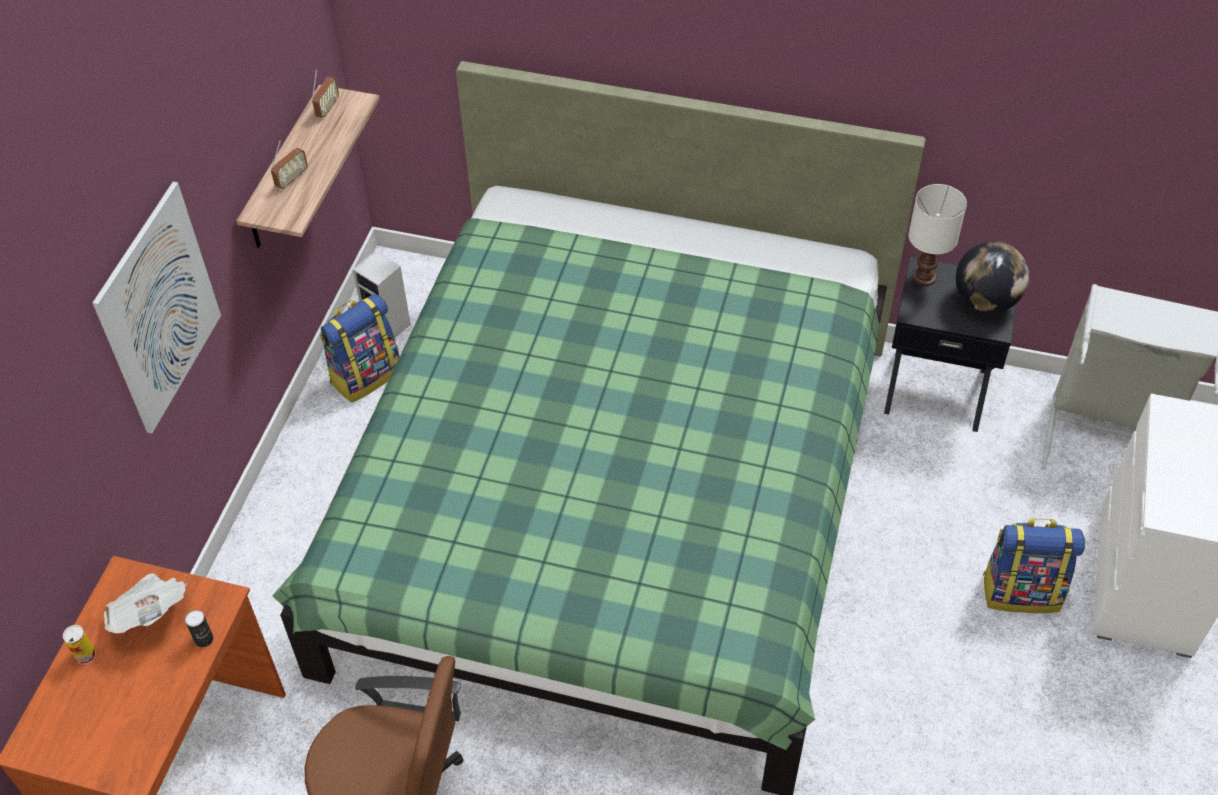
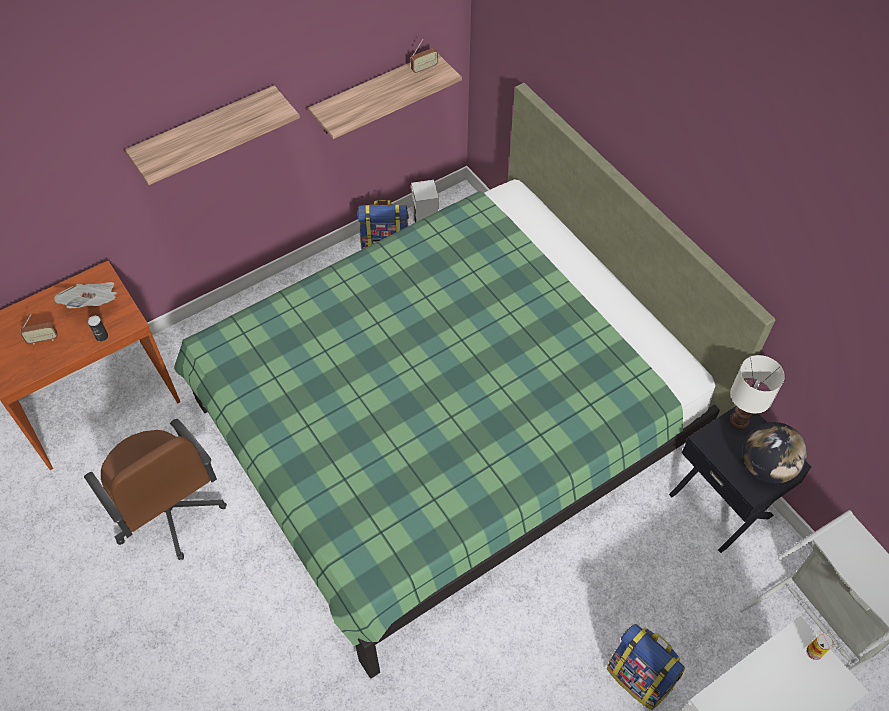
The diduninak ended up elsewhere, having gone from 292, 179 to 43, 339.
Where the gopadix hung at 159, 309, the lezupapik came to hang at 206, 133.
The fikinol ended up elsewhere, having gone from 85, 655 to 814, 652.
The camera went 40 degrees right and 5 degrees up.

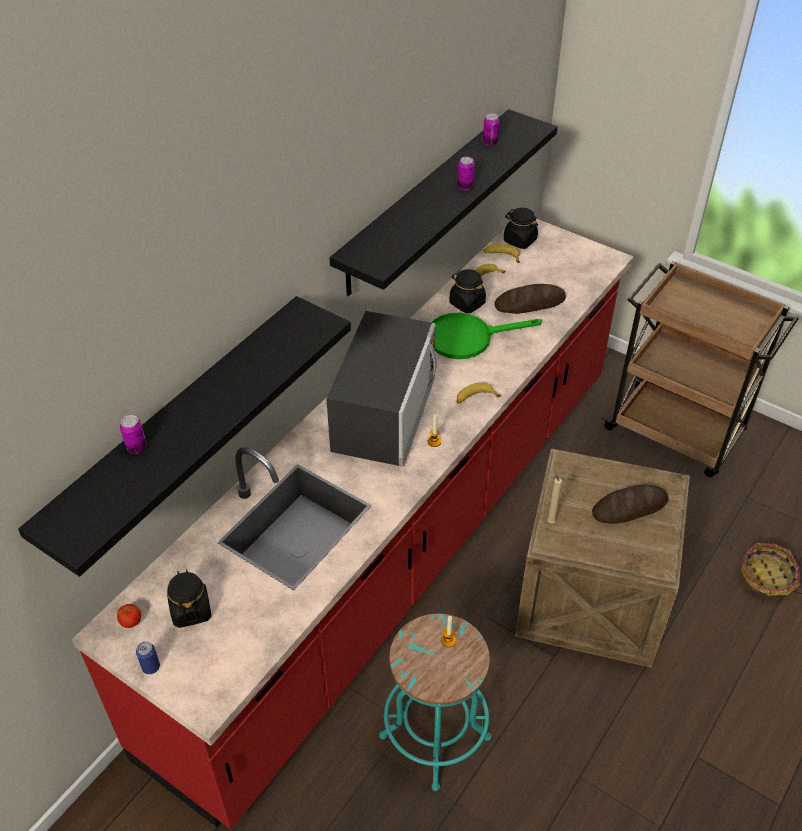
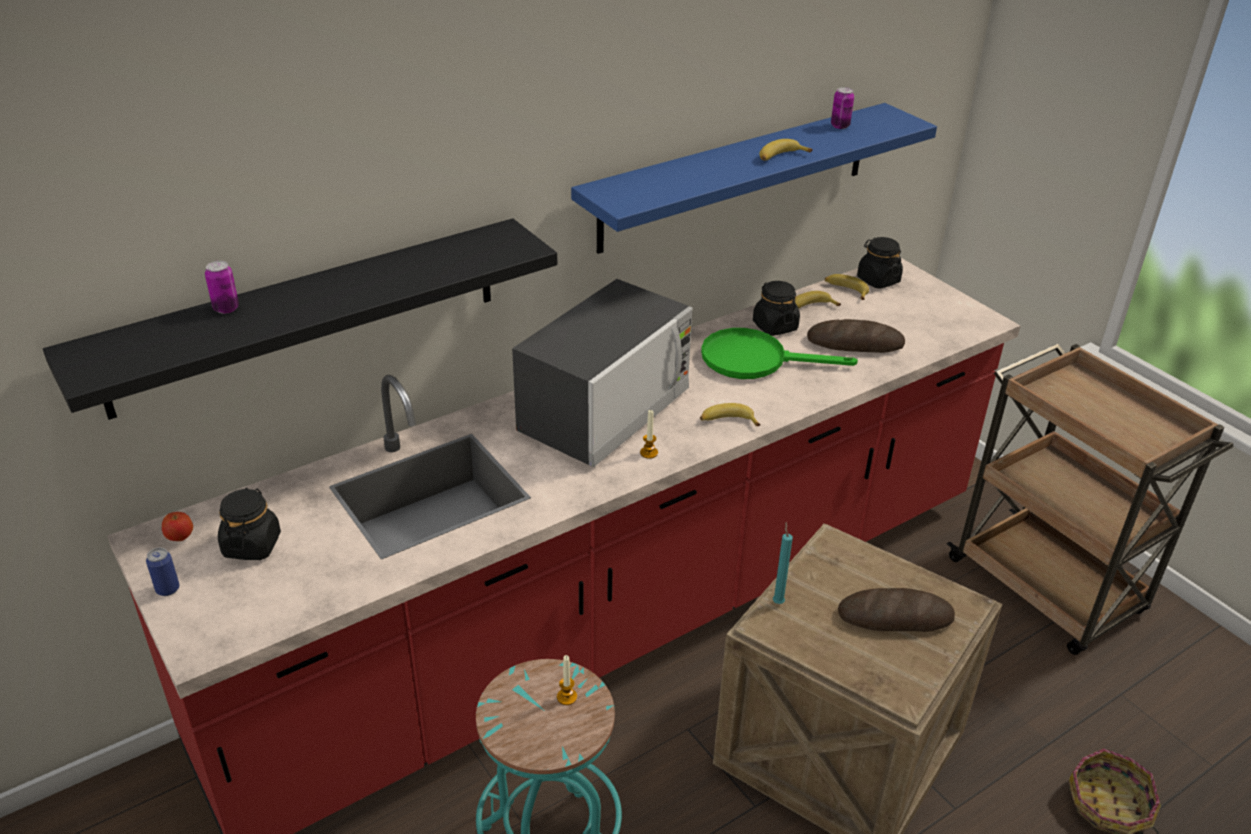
What was the lezupapik (black) at 426, 202 turned into the lezupapik (blue) at 737, 176.
Where the fikinol stood at 465, 186, the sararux came to stand at 781, 157.
What was the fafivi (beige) at 550, 521 turned into the fafivi (turquoise) at 777, 601.
The camera went 20 degrees right and 10 degrees down.

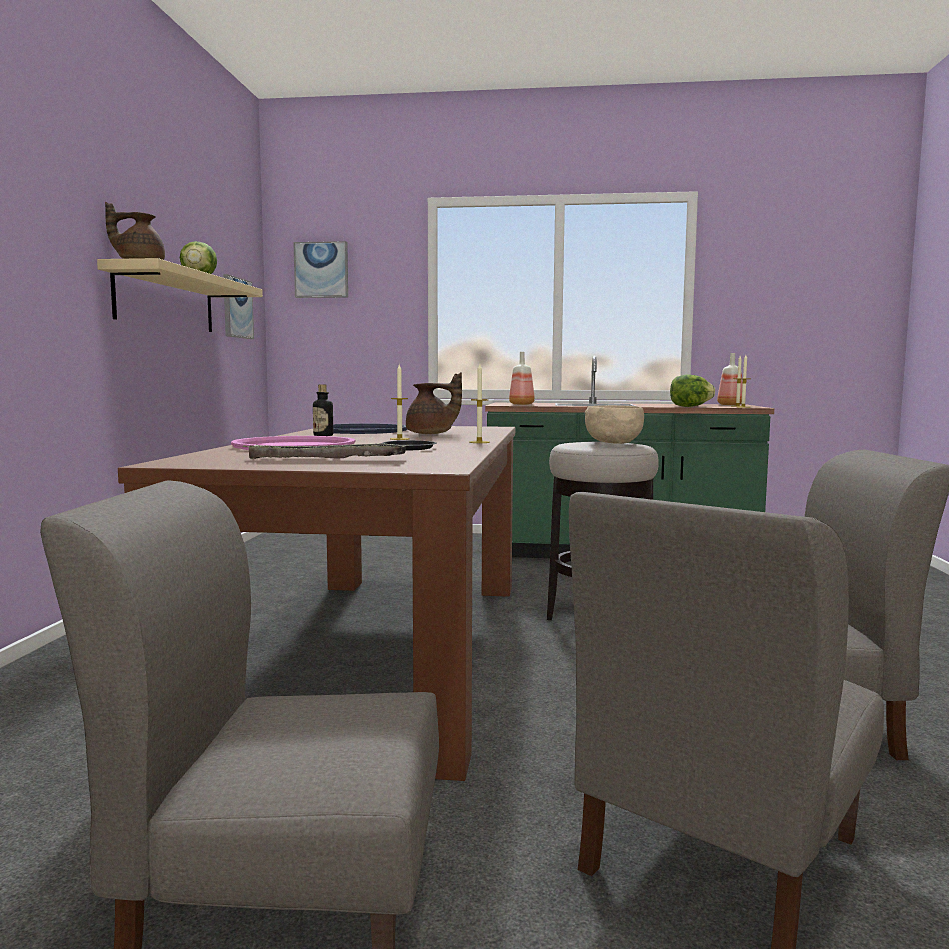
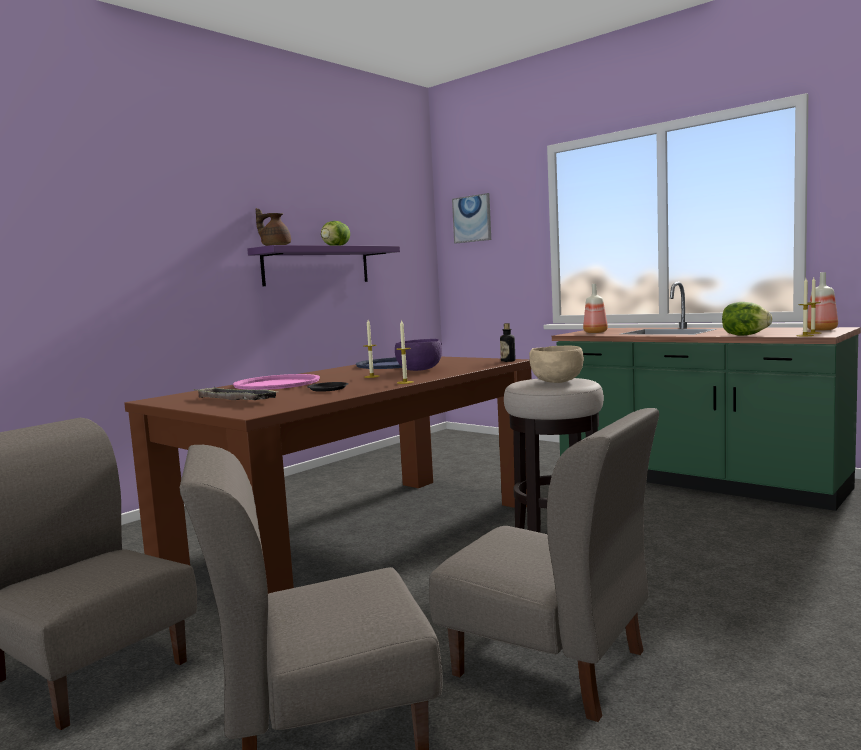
What was the lezupapik (beige) at 166, 301 turned into the lezupapik (purple) at 317, 266.
The second view lost the gopadix at 237, 308.
Where the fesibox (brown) stood at 431, 434, the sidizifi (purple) came to stand at 419, 370.
The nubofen ended up elsewhere, having gone from 323, 435 to 508, 361.
The camera went 35 degrees right and 0 degrees up.

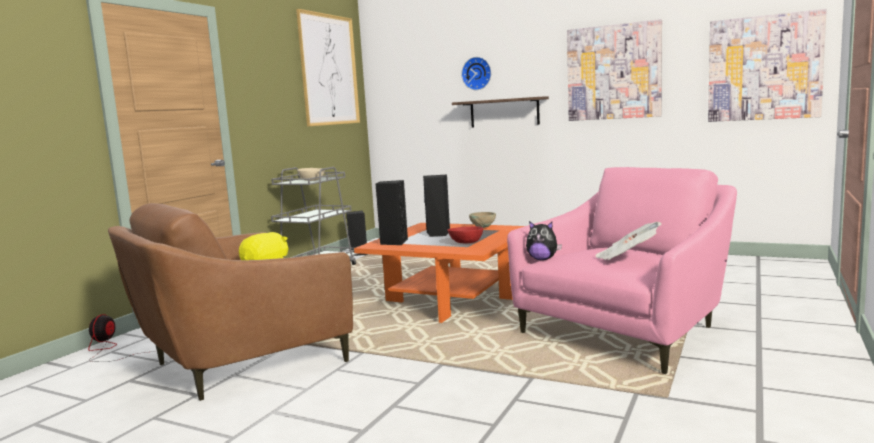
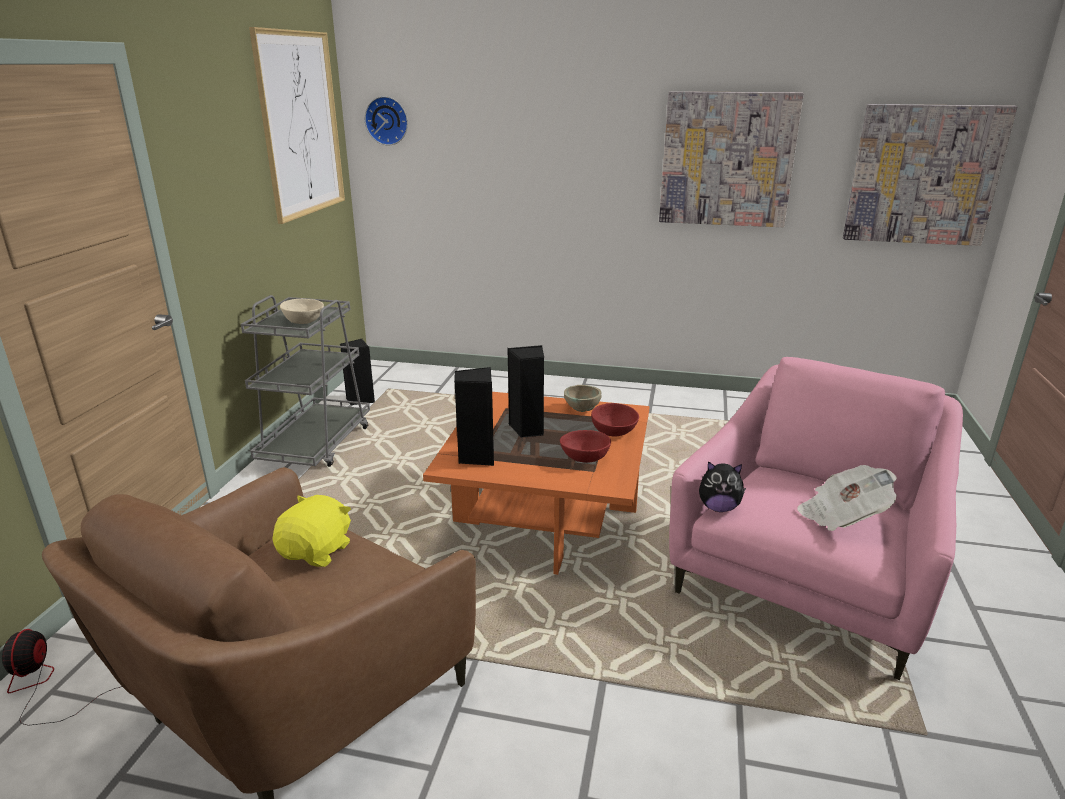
The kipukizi ended up elsewhere, having gone from 477, 73 to 387, 120.
The second view lost the lezupapik at 504, 112.
The second view gained the sidizifi (red) at 613, 431.
The camera went 15 degrees left and 15 degrees up.

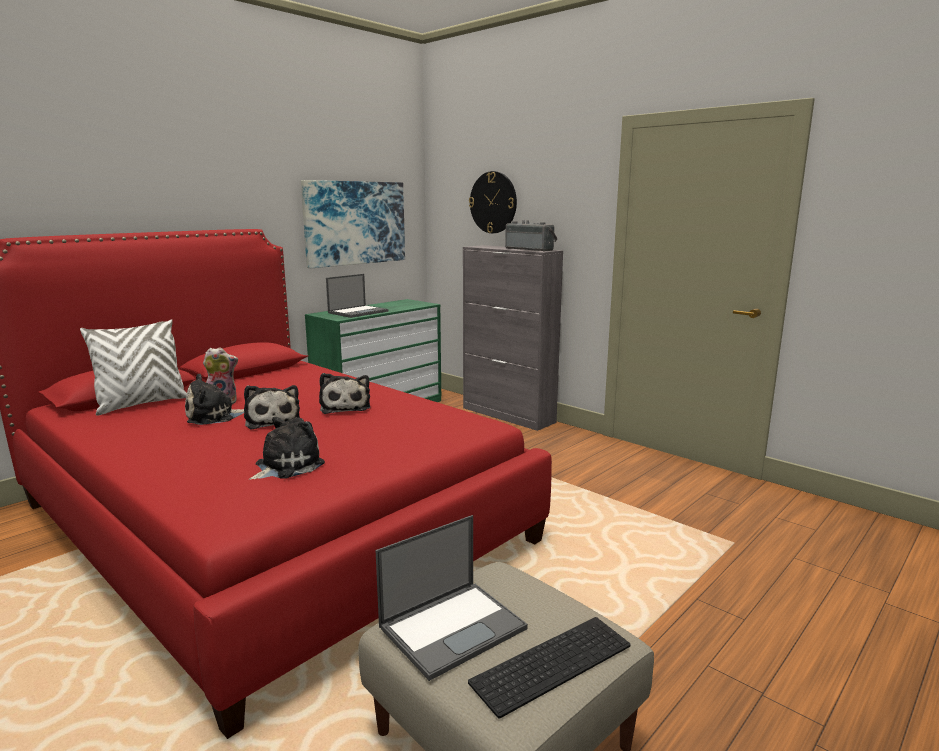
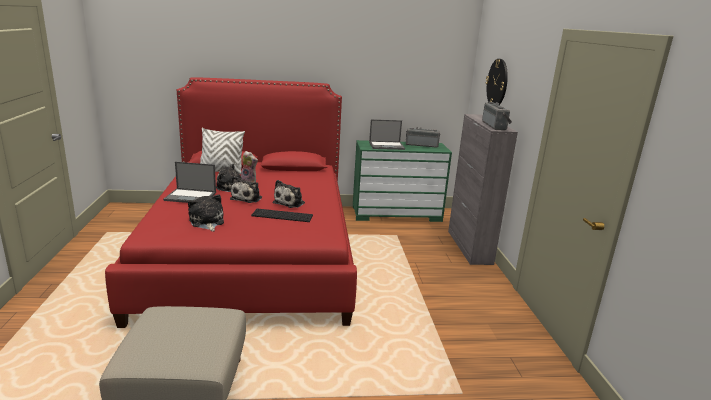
The second view lost the gopadix at 355, 223.
The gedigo at 285, 466 ended up facing another way, 105 degrees counterclockwise from before.
The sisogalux ended up elsewhere, having gone from 453, 627 to 191, 196.
The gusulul ended up elsewhere, having gone from 551, 661 to 283, 215.
The second view gained the diduninak at 421, 145.
The camera went 40 degrees right and 5 degrees up.

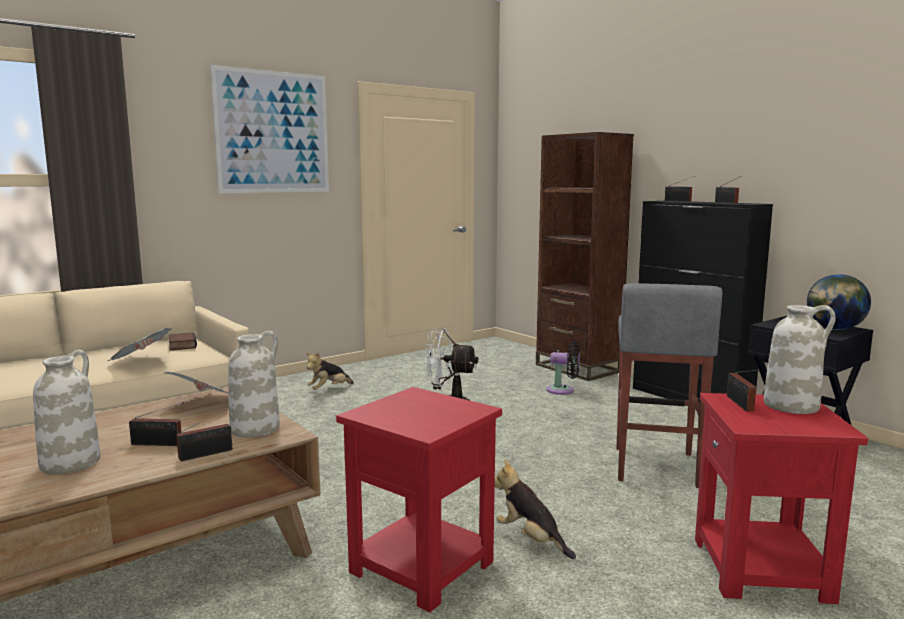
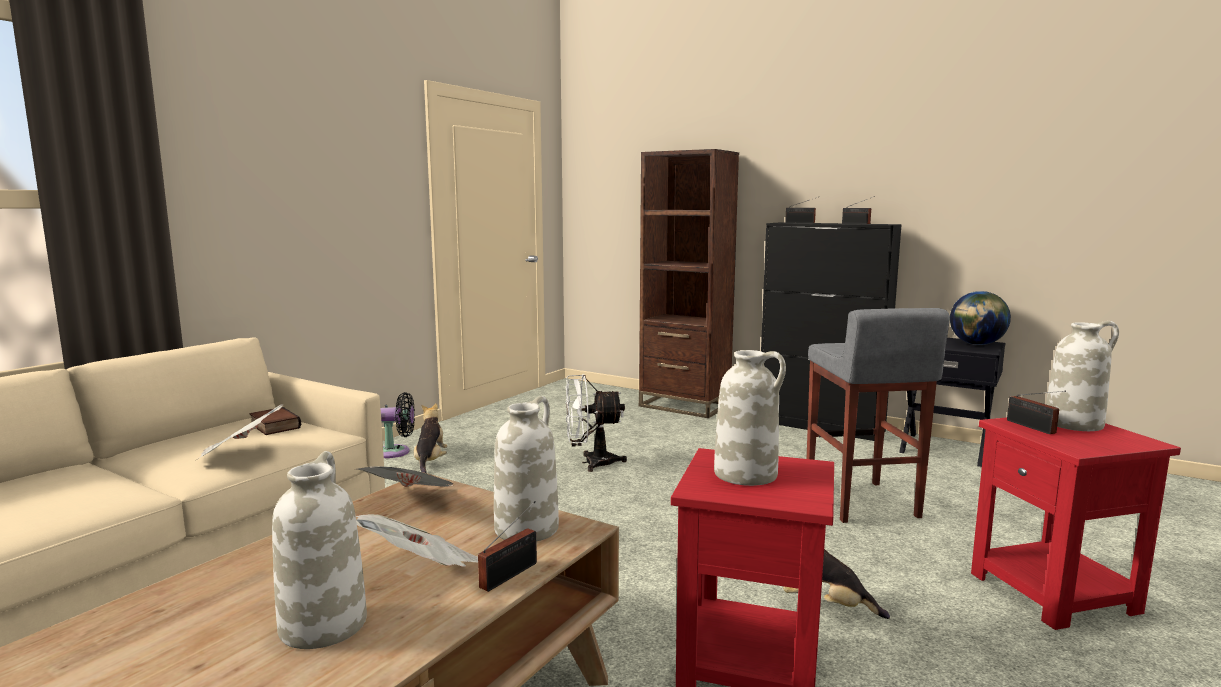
The second view lost the gopadix at 273, 132.
The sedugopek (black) ended up elsewhere, having gone from 563, 390 to 396, 452.
The gedigo at 329, 389 ended up facing another way, 150 degrees clockwise from before.
Where the diduninak stood at 159, 444, the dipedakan came to stand at 423, 572.
The second view gained the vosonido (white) at 746, 474.
The camera went 20 degrees left and 0 degrees up.

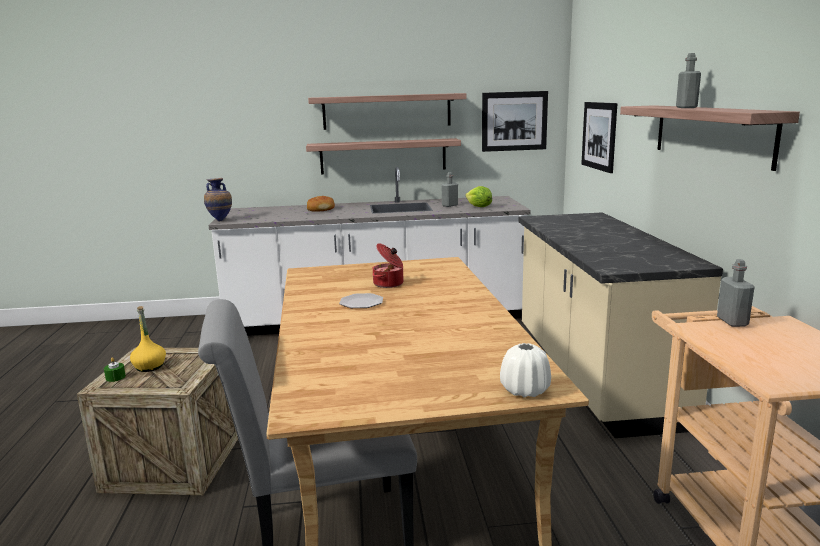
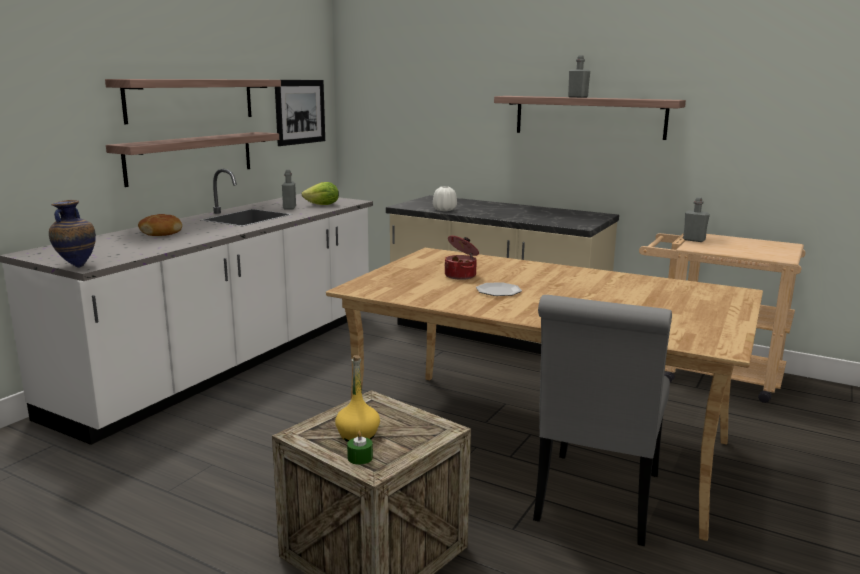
The second view lost the gopadix at 599, 136.
The vosonido (white) ended up elsewhere, having gone from 525, 390 to 444, 210.
The camera went 55 degrees left and 0 degrees up.

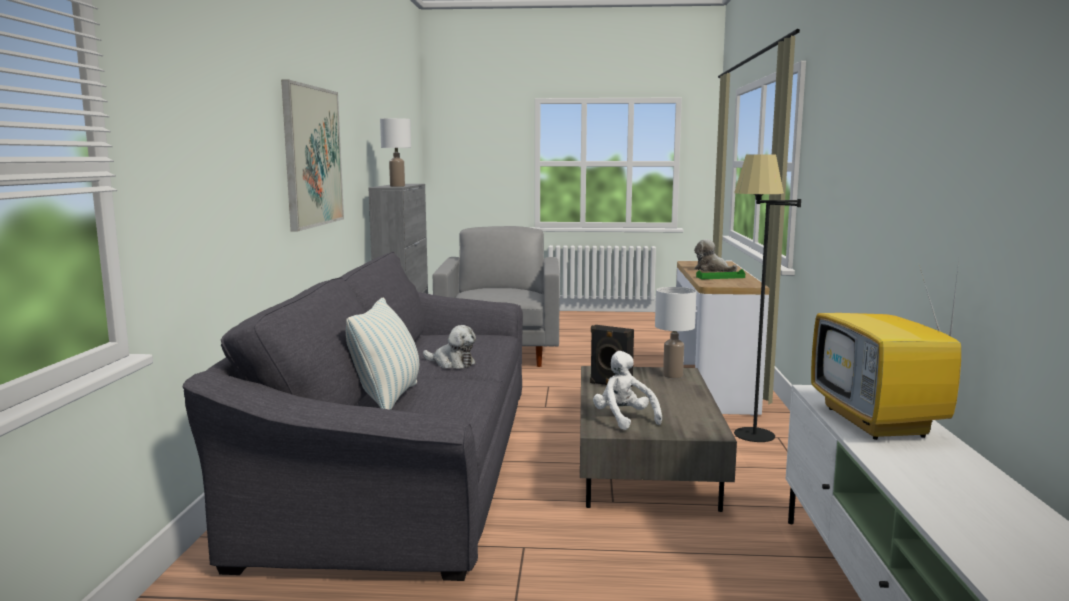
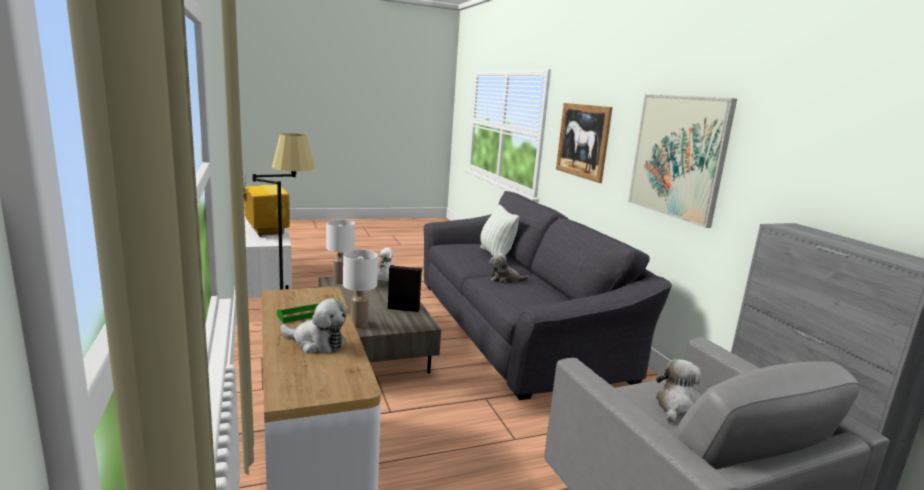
The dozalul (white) ended up elsewhere, having gone from 397, 186 to 340, 281.
The second view gained the gopadix at 583, 141.
The second view gained the gedigo at 675, 406.
The camera went 155 degrees right and 5 degrees up.

